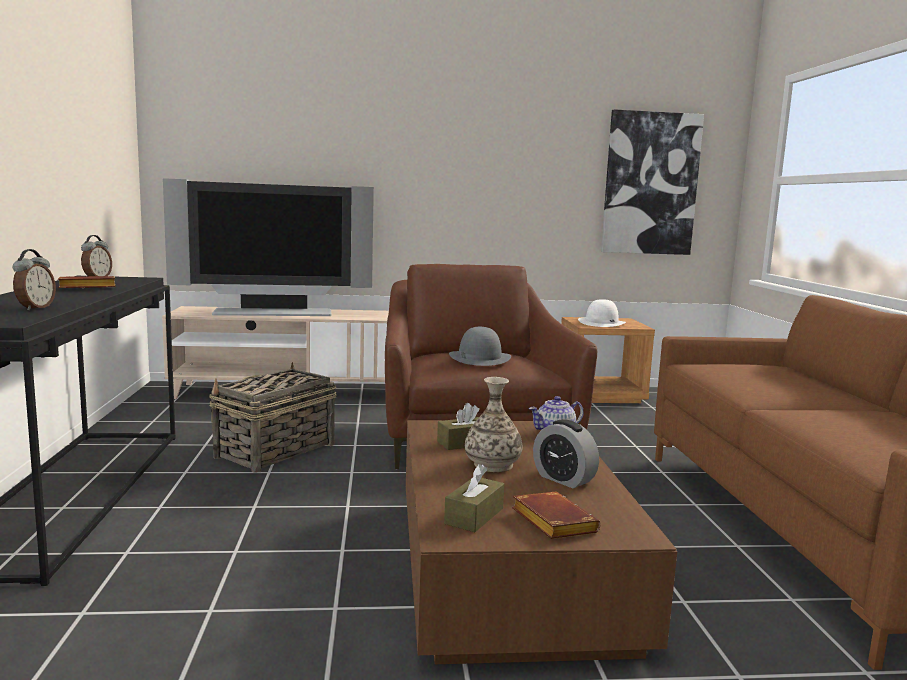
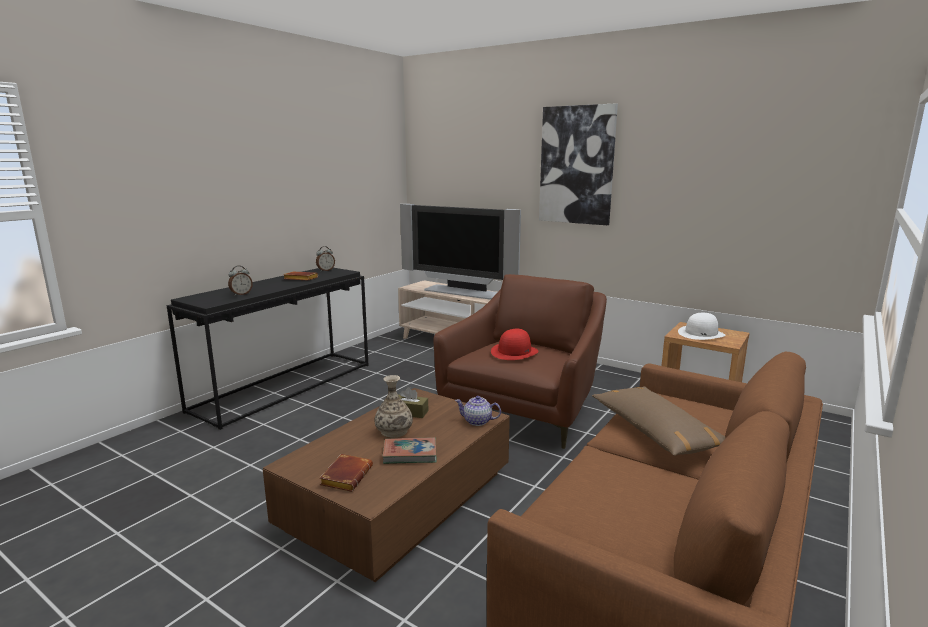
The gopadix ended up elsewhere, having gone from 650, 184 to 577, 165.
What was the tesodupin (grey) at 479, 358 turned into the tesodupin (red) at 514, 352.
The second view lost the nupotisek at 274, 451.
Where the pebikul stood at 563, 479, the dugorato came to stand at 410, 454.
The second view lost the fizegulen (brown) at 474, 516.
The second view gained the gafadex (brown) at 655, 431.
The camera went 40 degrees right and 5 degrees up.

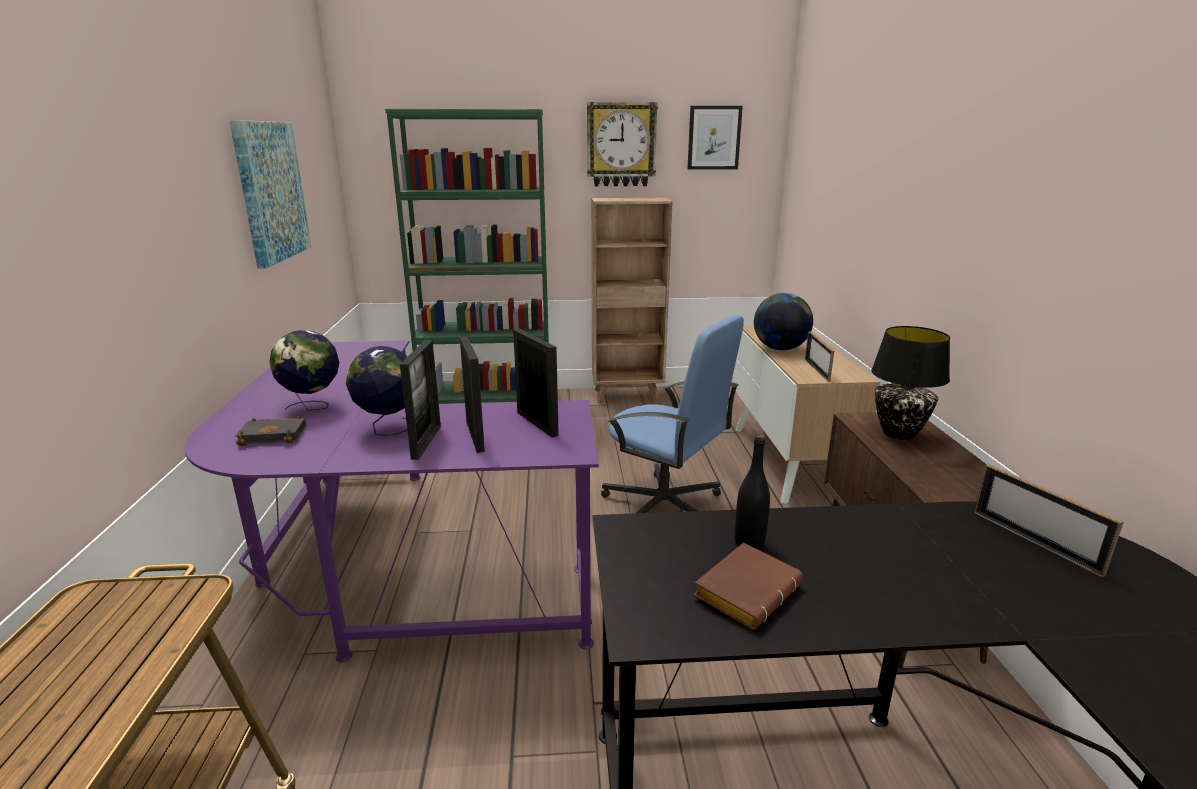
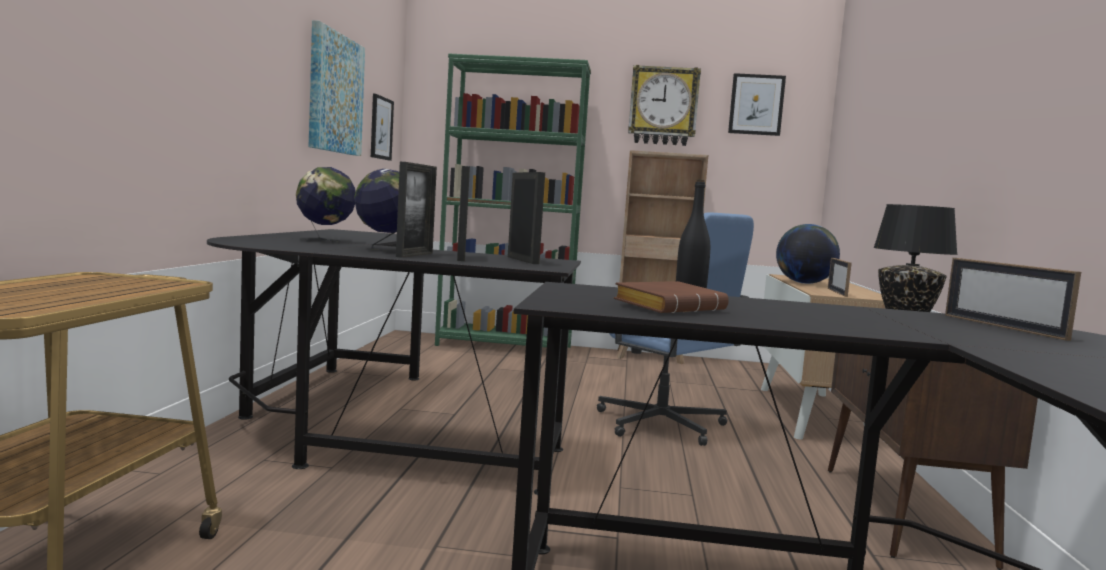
What was the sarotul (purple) at 391, 569 turned into the sarotul (black) at 367, 425.
The second view lost the dugorato (black) at 275, 435.
The second view gained the gopadix at 381, 128.
The camera went 10 degrees right and 15 degrees down.

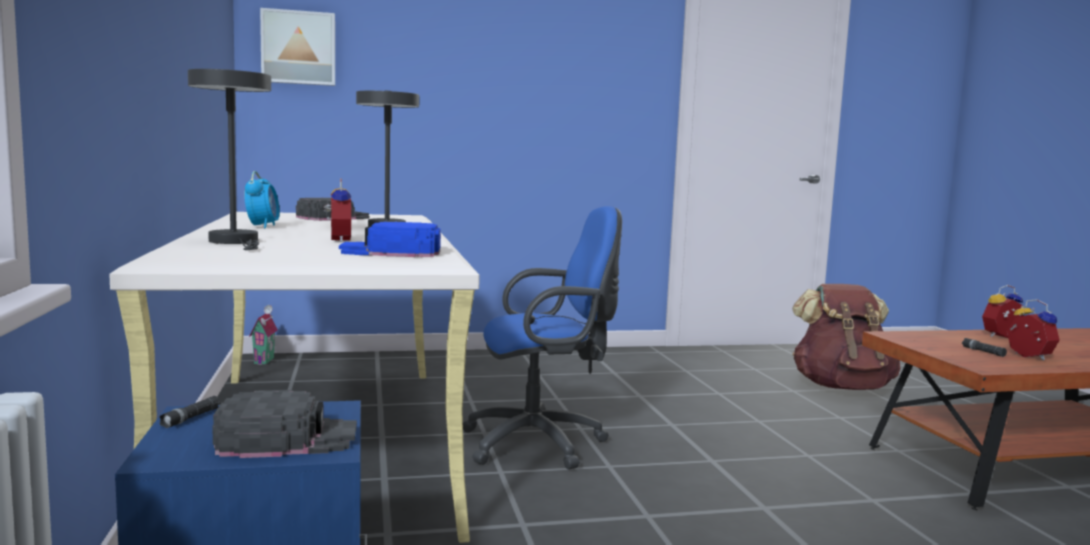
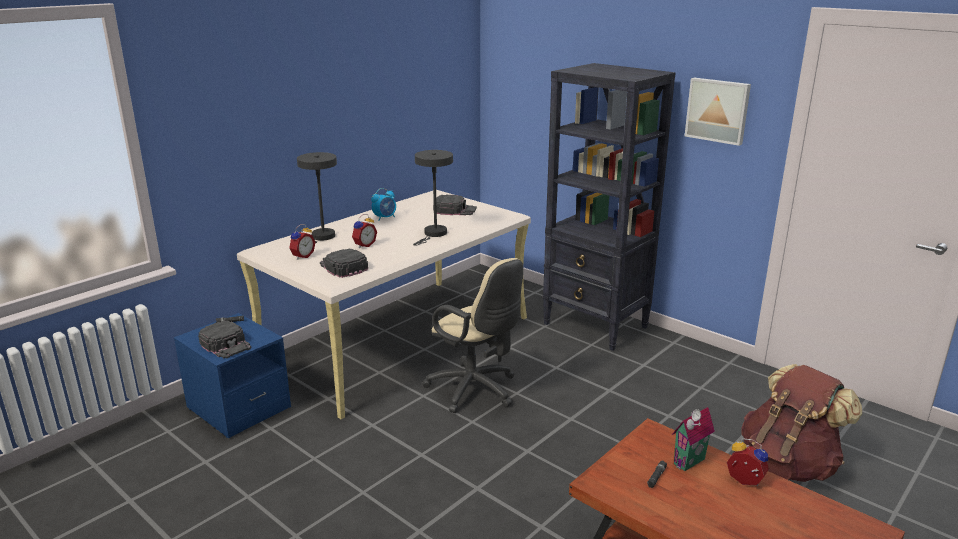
The gopadix ended up elsewhere, having gone from 298, 48 to 718, 110.
What was the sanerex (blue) at 541, 443 turned into the sanerex (beige) at 476, 391.
What was the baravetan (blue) at 391, 252 turned into the baravetan (black) at 342, 266.
The pebikul ended up elsewhere, having gone from 1027, 357 to 302, 256.
The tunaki ended up elsewhere, having gone from 266, 361 to 691, 463.
The second view gained the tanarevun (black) at 596, 326.
The camera went 55 degrees right and 15 degrees up.

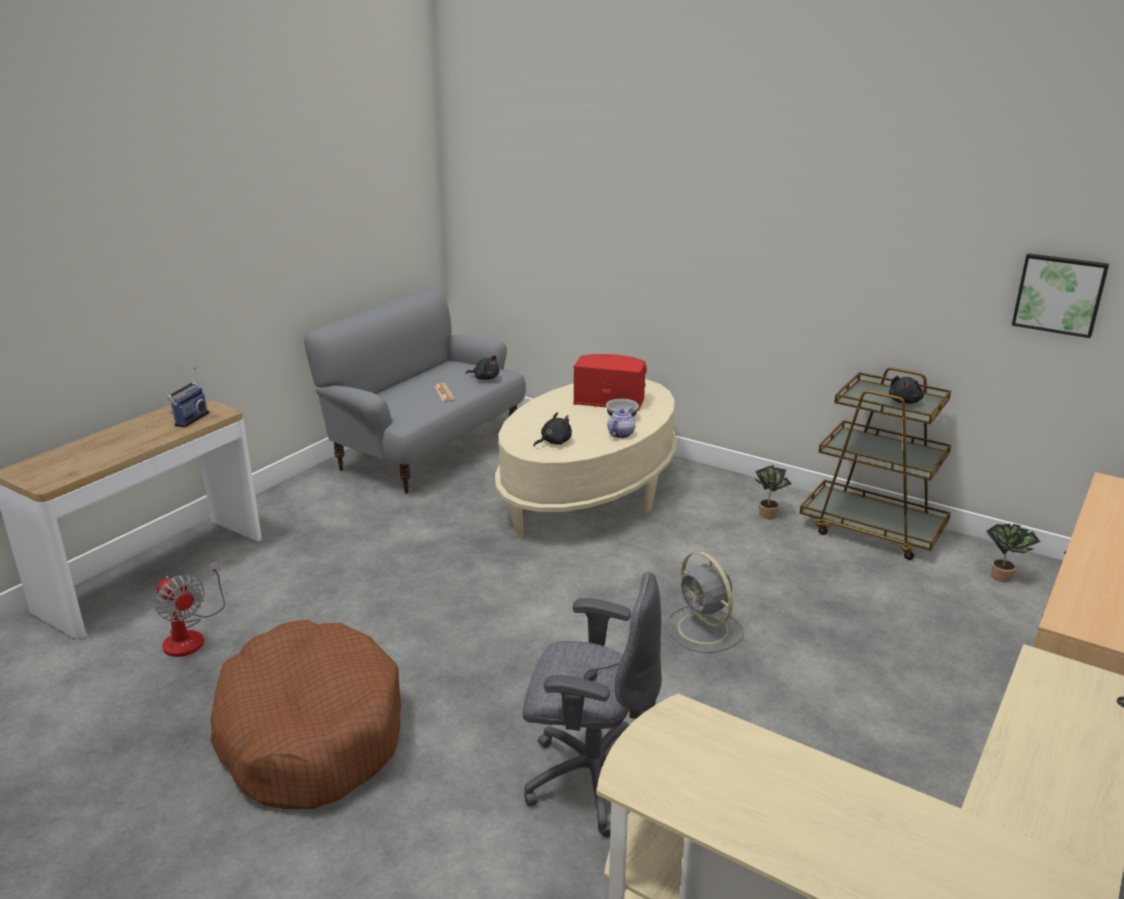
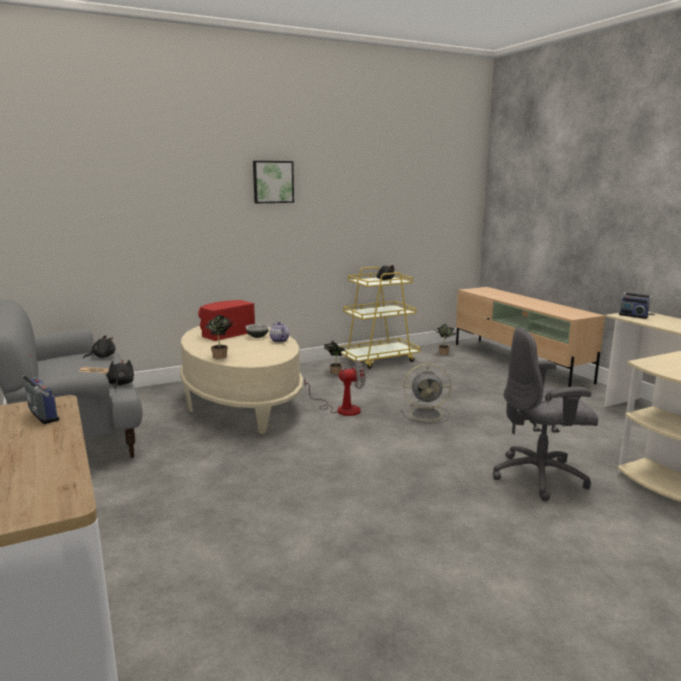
The gopadix ended up elsewhere, having gone from 1059, 294 to 273, 182.
What was the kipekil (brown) at 872, 530 turned into the kipekil (yellow) at 378, 359.
The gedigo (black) ended up elsewhere, having gone from 554, 442 to 120, 384.
The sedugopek ended up elsewhere, having gone from 190, 635 to 341, 409.
The sanerex (grey) at 591, 779 ended up facing another way, 135 degrees counterclockwise from before.
The second view lost the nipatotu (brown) at 310, 732.
The second view gained the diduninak at 633, 316.
The second view gained the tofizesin at 221, 357.
The camera went 60 degrees left and 10 degrees down.

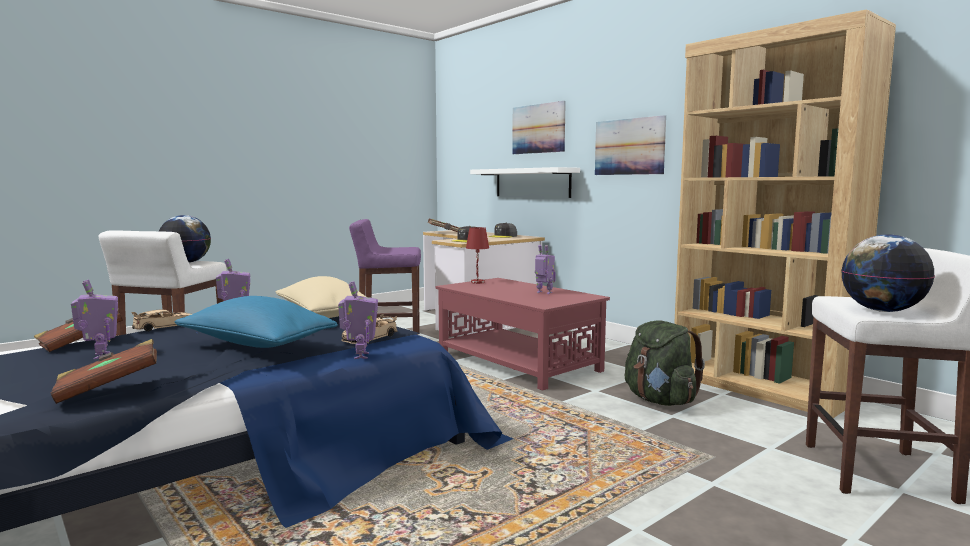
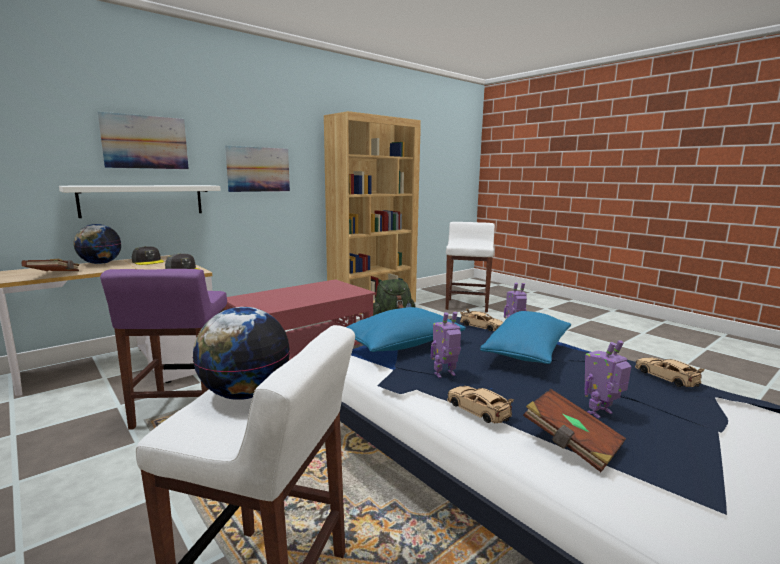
The second view lost the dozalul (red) at 477, 282.
The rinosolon ended up elsewhere, having gone from 882, 311 to 100, 263.
The second view lost the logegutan at 544, 293.
What was the gafadex (beige) at 323, 315 turned into the gafadex (blue) at 403, 346.
Where the dugorato (brown) stood at 109, 389, the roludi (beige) came to stand at 666, 377.
The camera went 90 degrees left and 5 degrees up.

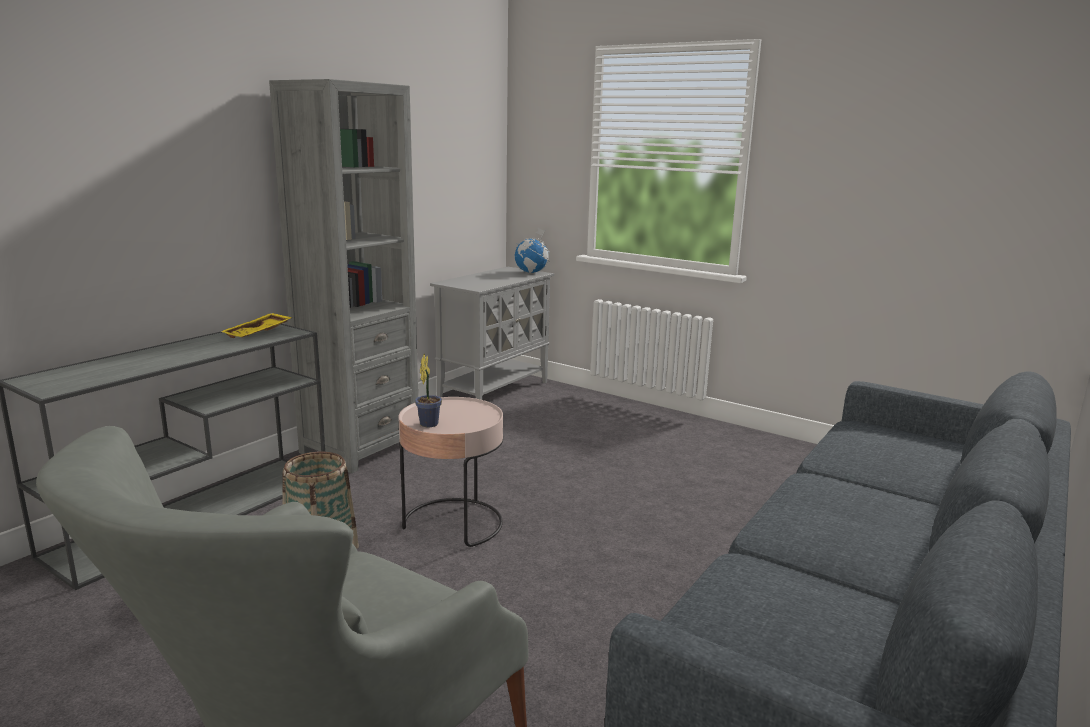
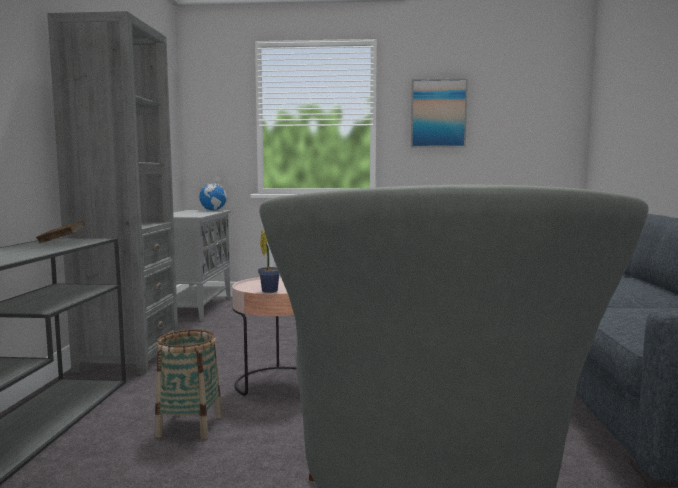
Where the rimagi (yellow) stood at 258, 333, the dugorato (brown) came to stand at 61, 242.
The second view gained the gopadix at 438, 113.
The camera went 30 degrees left and 10 degrees down.

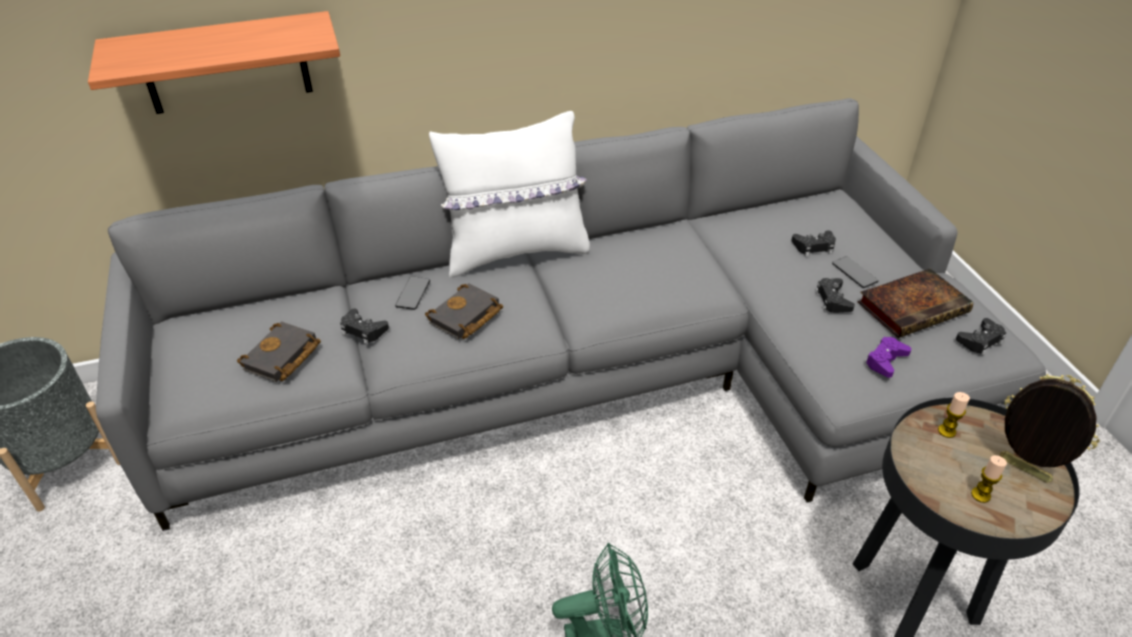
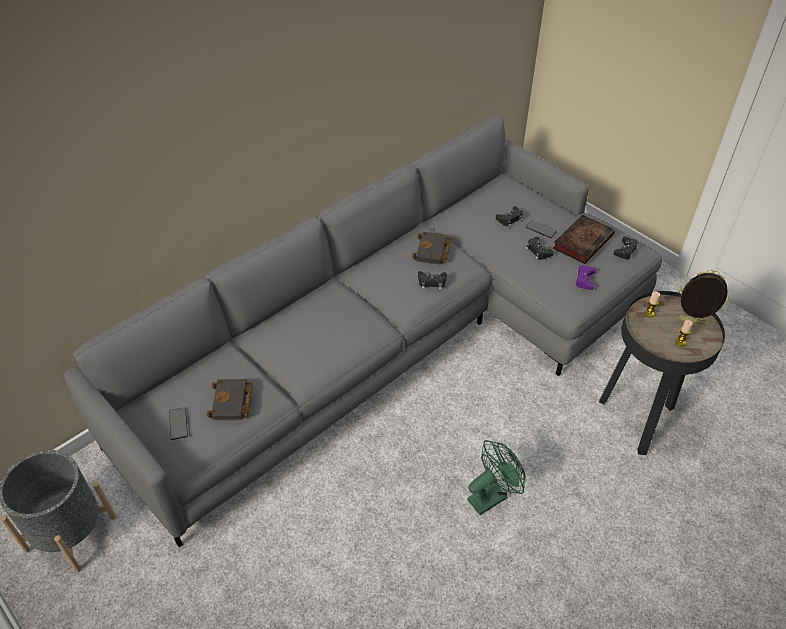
The second view lost the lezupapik at 225, 64.
The second view lost the gafadex (white) at 515, 251.
The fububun ended up elsewhere, having gone from 413, 294 to 178, 424.
The dugorato (black) ended up elsewhere, having gone from 465, 317 to 433, 252.
The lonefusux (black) ended up elsewhere, having gone from 363, 330 to 432, 282.
The camera went 25 degrees left and 5 degrees up.

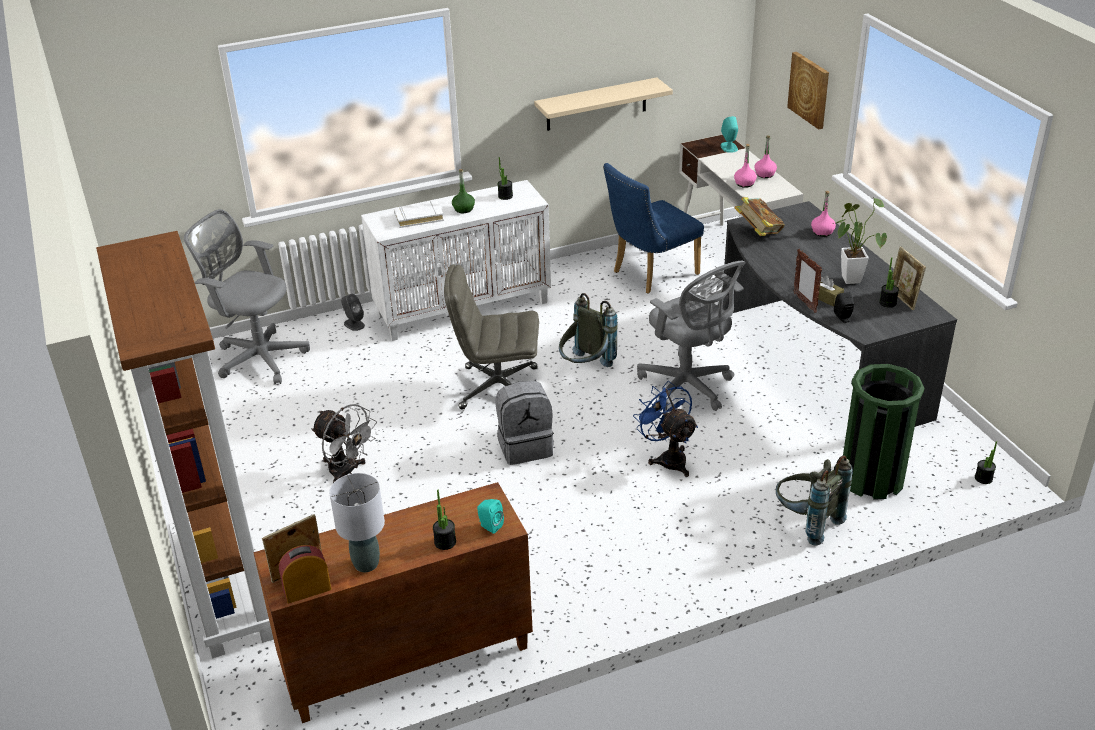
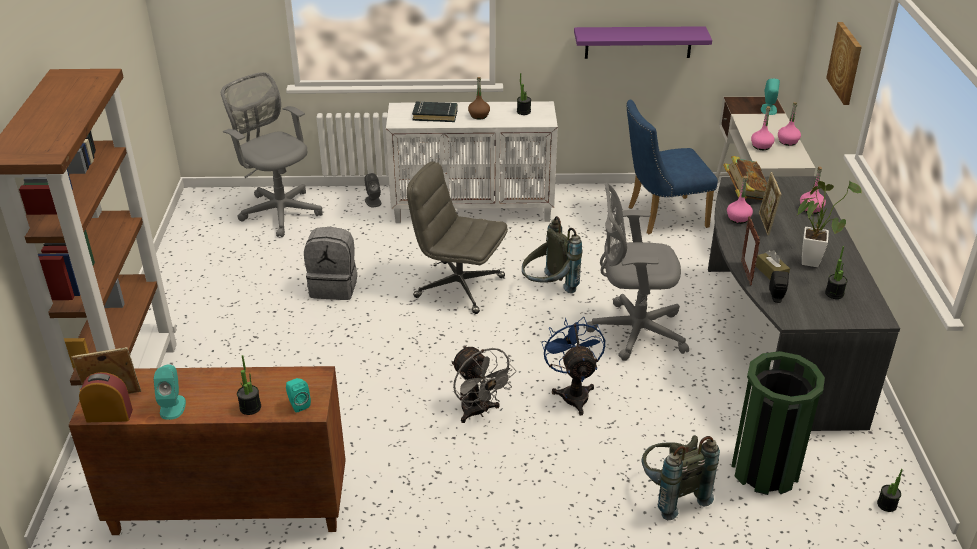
What was the lezupapik (beige) at 596, 104 turned into the lezupapik (purple) at 638, 42.
What was the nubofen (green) at 463, 209 turned into the nubofen (brown) at 479, 115.
What was the dugorato (white) at 418, 217 turned into the dugorato (black) at 435, 115.
The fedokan ended up elsewhere, having gone from 903, 299 to 765, 224.
The sanerex (grey) at 688, 387 ended up facing another way, 105 degrees clockwise from before.
The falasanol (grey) ended up elsewhere, having gone from 525, 447 to 334, 287.
The sedugopek (grey) ended up elsewhere, having gone from 347, 472 to 478, 412.
Where the dozalul (grey) stood at 366, 563, the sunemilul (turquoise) came to stand at 172, 407.
The second view gained the nubofen (pink) at 738, 218.
The camera went 20 degrees right and 0 degrees up.

